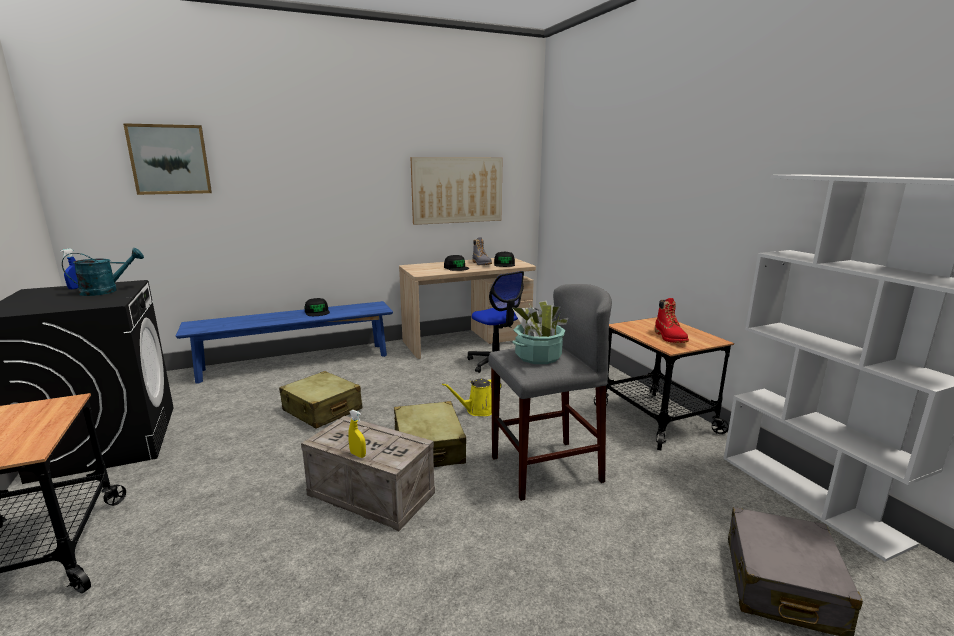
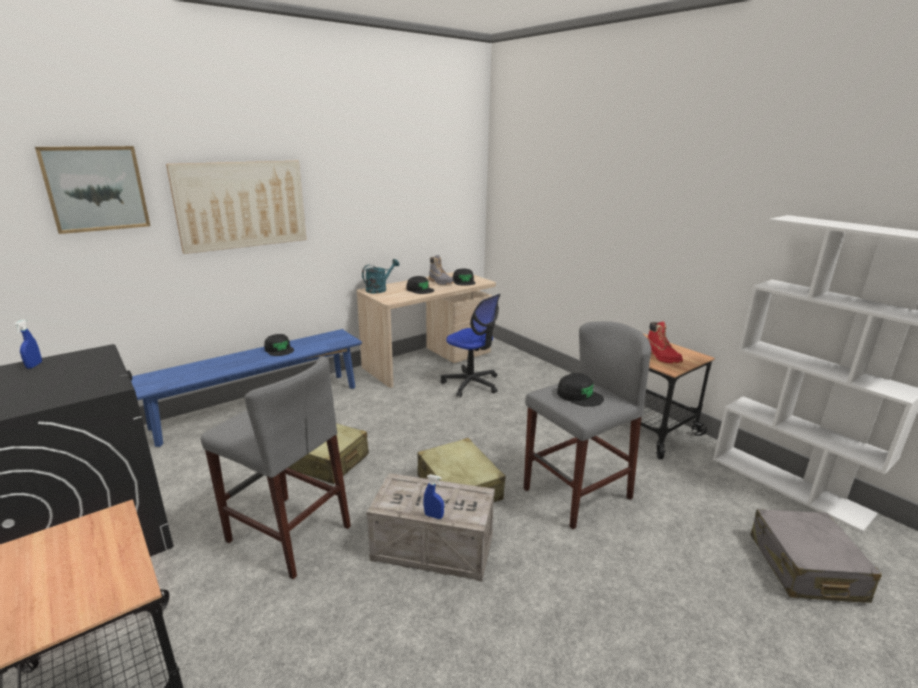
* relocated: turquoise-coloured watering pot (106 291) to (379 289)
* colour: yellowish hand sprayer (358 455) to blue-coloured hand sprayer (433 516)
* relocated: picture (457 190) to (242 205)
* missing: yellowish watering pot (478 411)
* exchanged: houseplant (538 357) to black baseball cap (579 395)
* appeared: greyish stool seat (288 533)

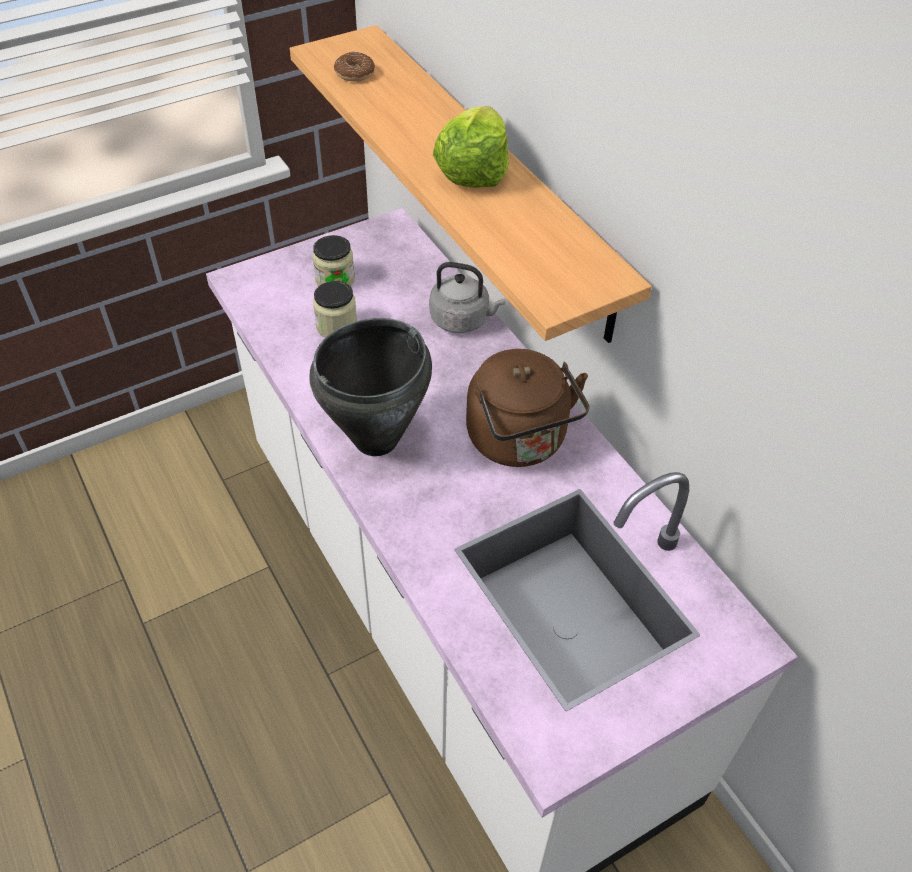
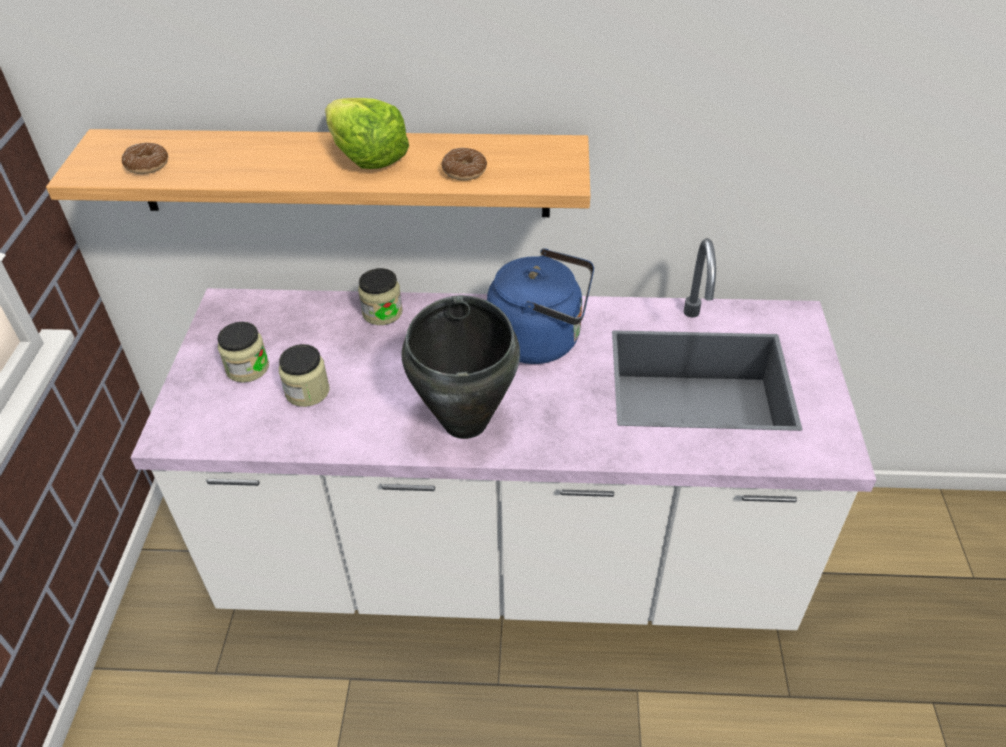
* exchanged: greyish tea kettle (462 320) to preserve jar (382 312)
* colour: brownish tea kettle (520 442) to blue-coloured tea kettle (541 340)
* appeared: ring doughnut (464 171)

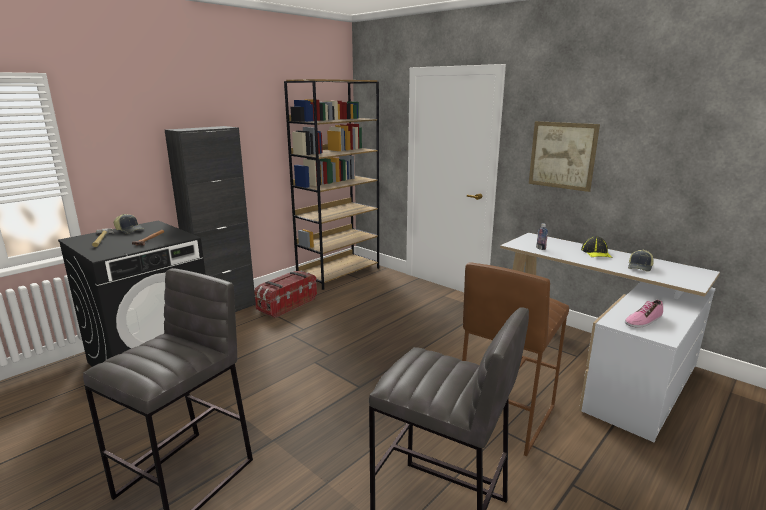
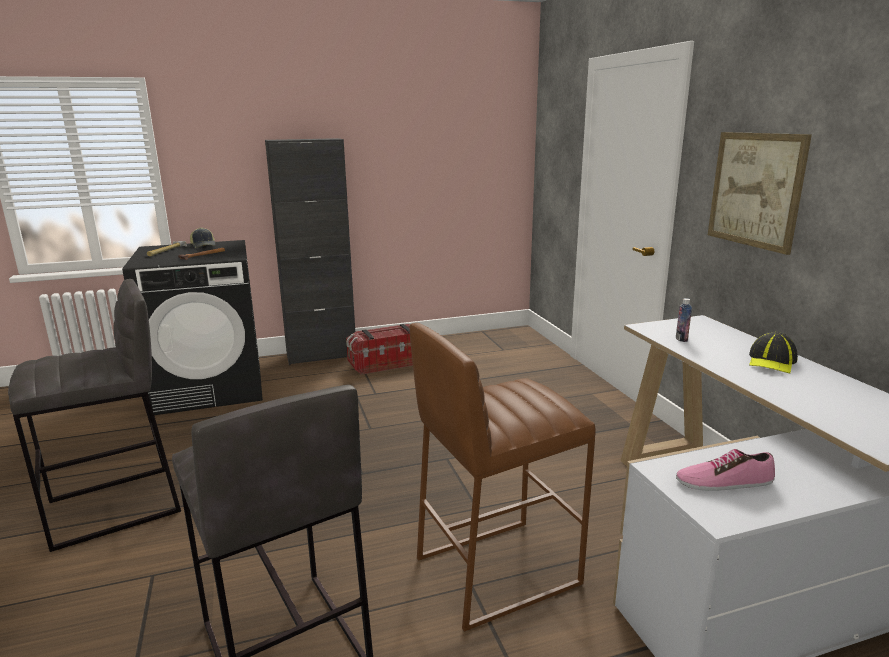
* missing: brownish shelving unit (339 273)
* missing: baseball cap (640 267)

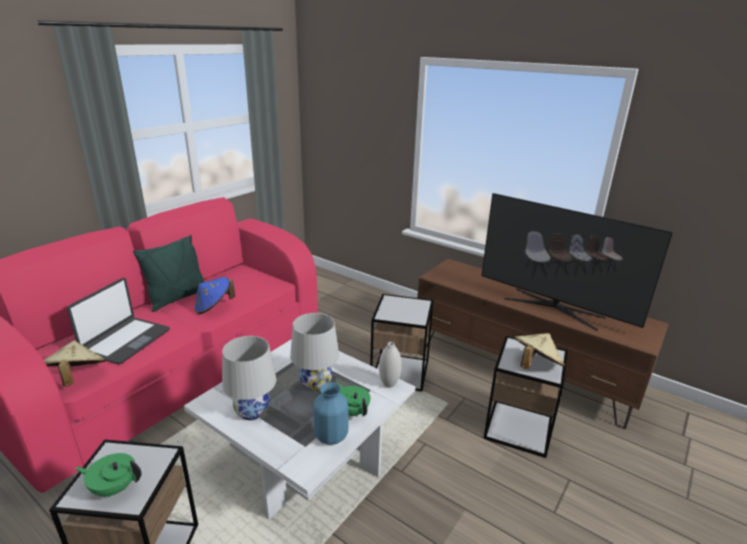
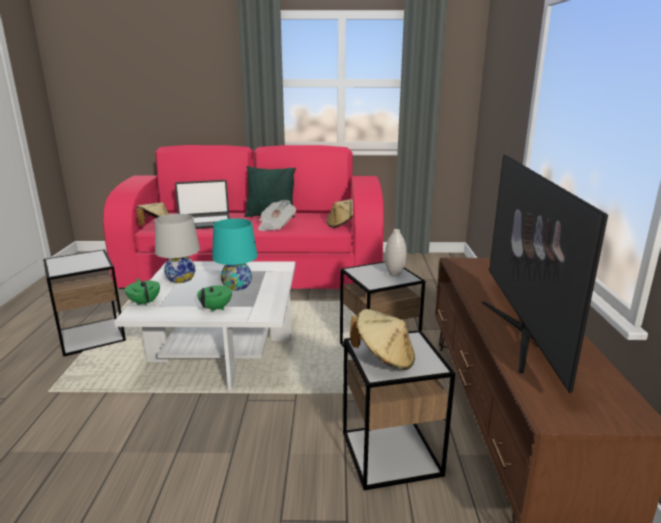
* relocated: greenish teapot (114 487) to (145 302)
* exchanged: blue-coloured wearable hat (214 307) to newspaper (275 226)
* colour: white tabletop lamp (315 383) to turquoise-coloured tabletop lamp (236 286)
* missing: blue-coloured decorative vase (331 436)
* relocated: white decorative vase (389 384) to (394 274)
* appeared: beige-coloured wearable hat (342 224)

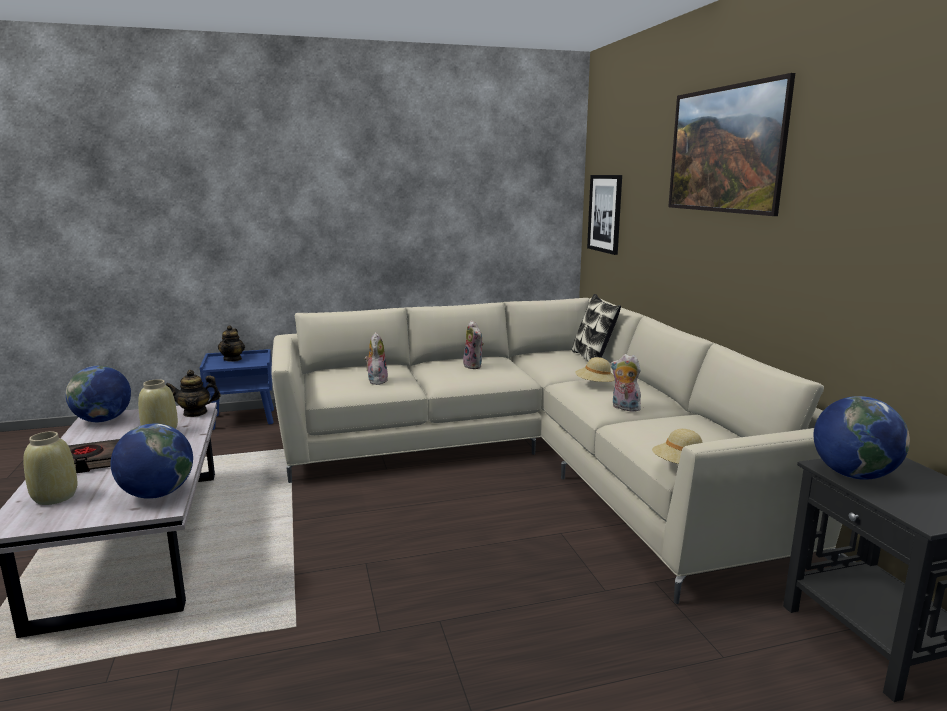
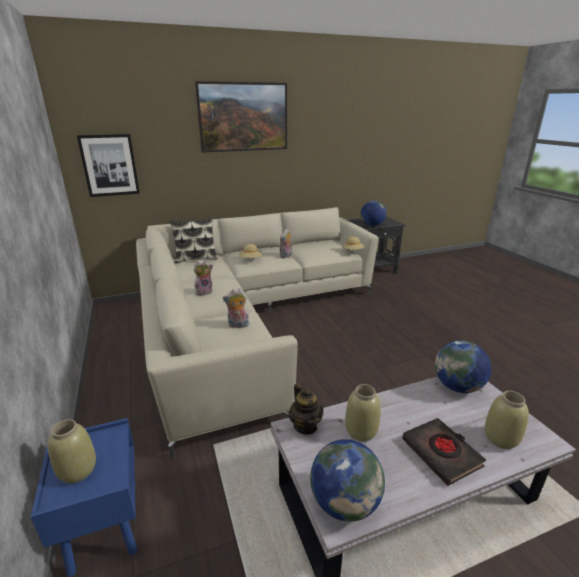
* exchanged: teapot (233 359) to beige-coloured decorative vase (77 470)

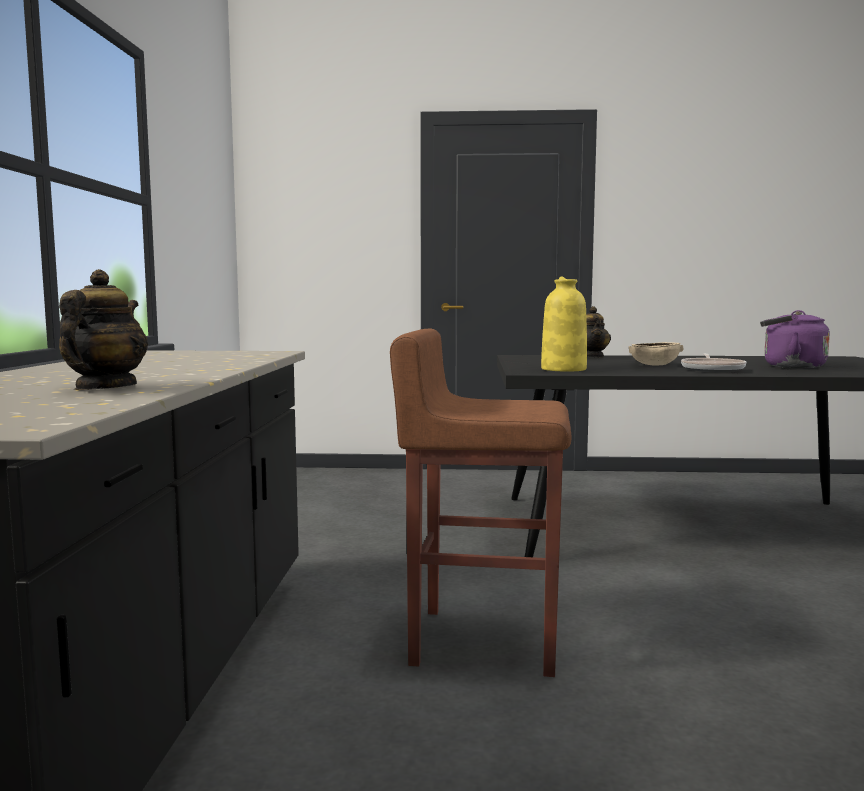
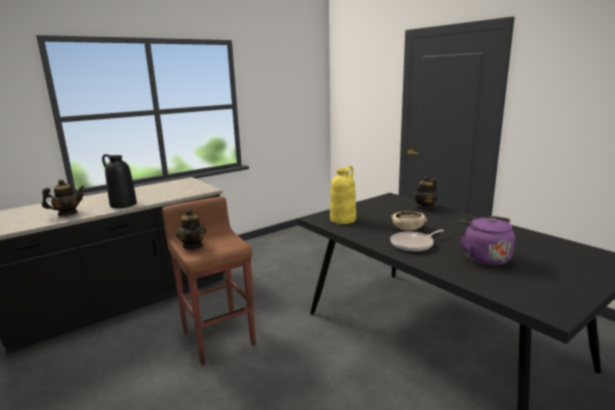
* appeared: black decorative vase (123 204)
* appeared: teapot (193 245)

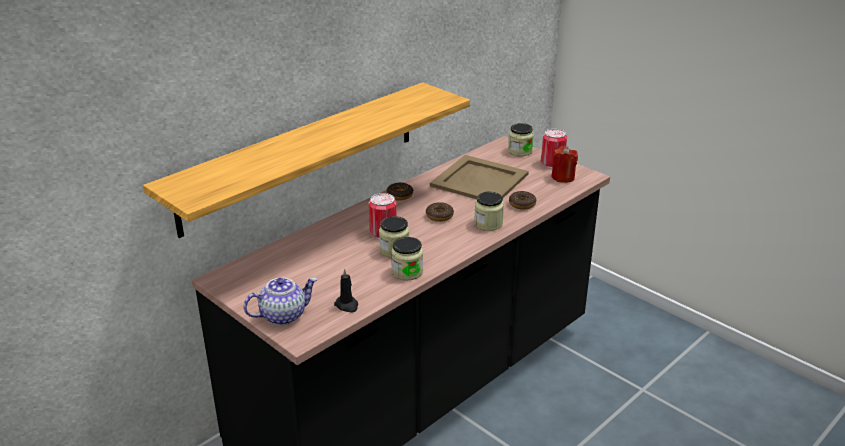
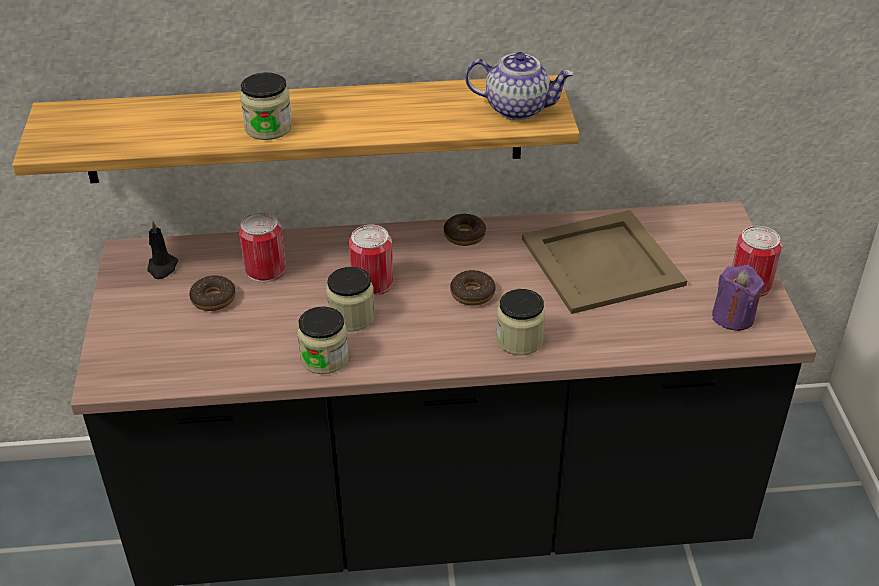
* relocated: teapot (283 315) to (518 108)
* relocated: black wax candle (347 305) to (162 268)
* relocated: preserve jar (520 151) to (268 127)
* relocated: ring doughnut (522 204) to (213 299)
* colour: red-coloured wax candle (563 177) to purplish wax candle (733 317)
* appeared: sealed can (265 269)

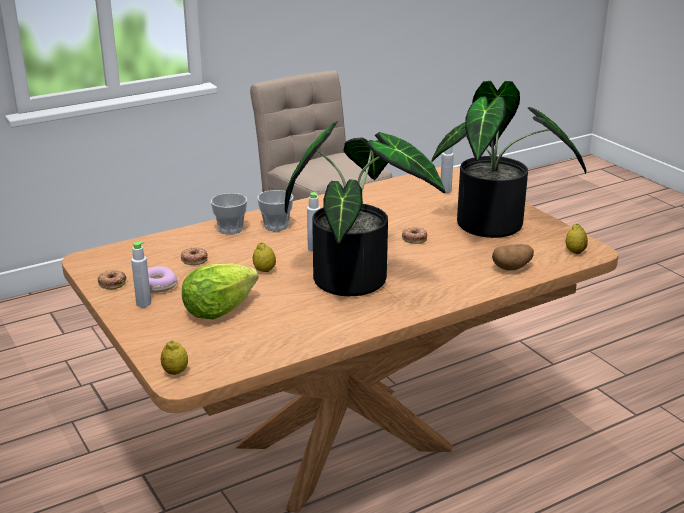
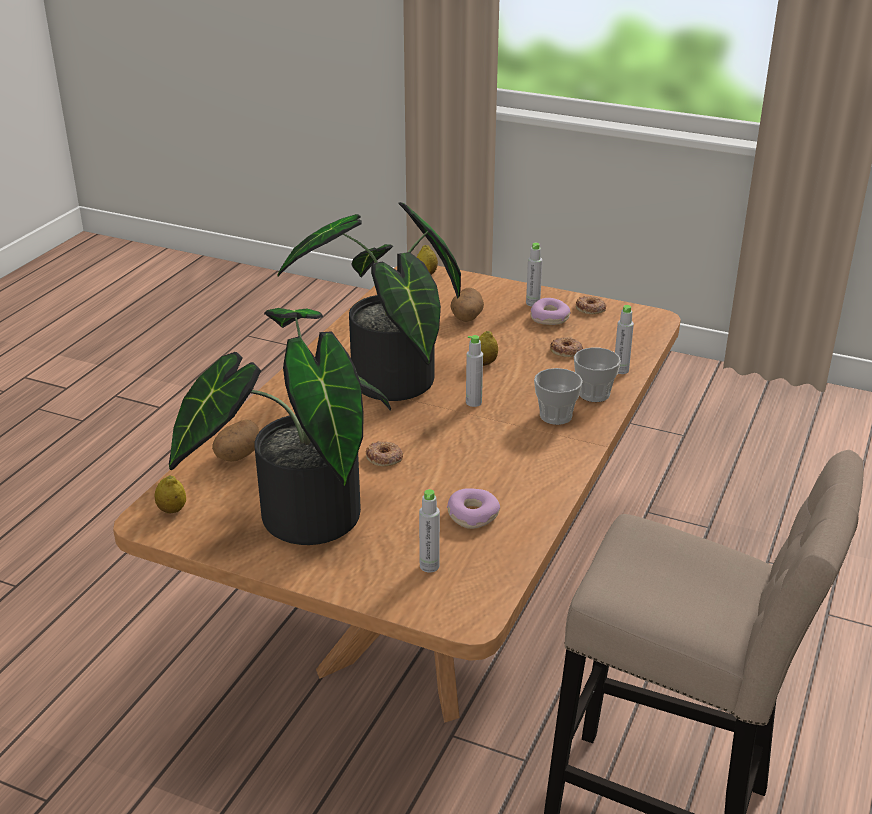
* exchanged: head of lettuce (218 310) to potato (466 318)
* appeared: ring doughnut (472 515)
* appeared: greyish drink bottle (621 370)

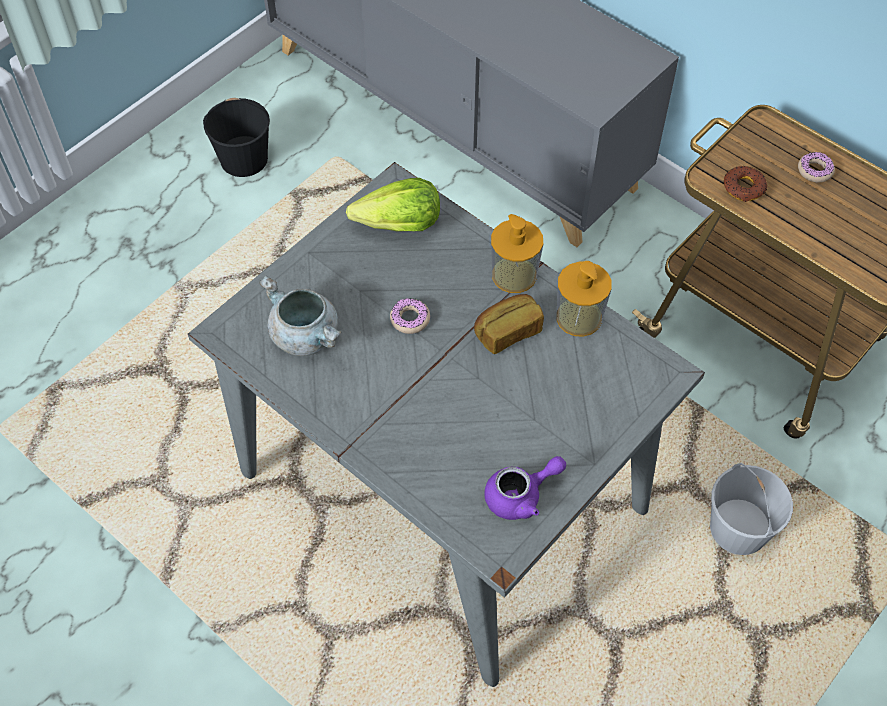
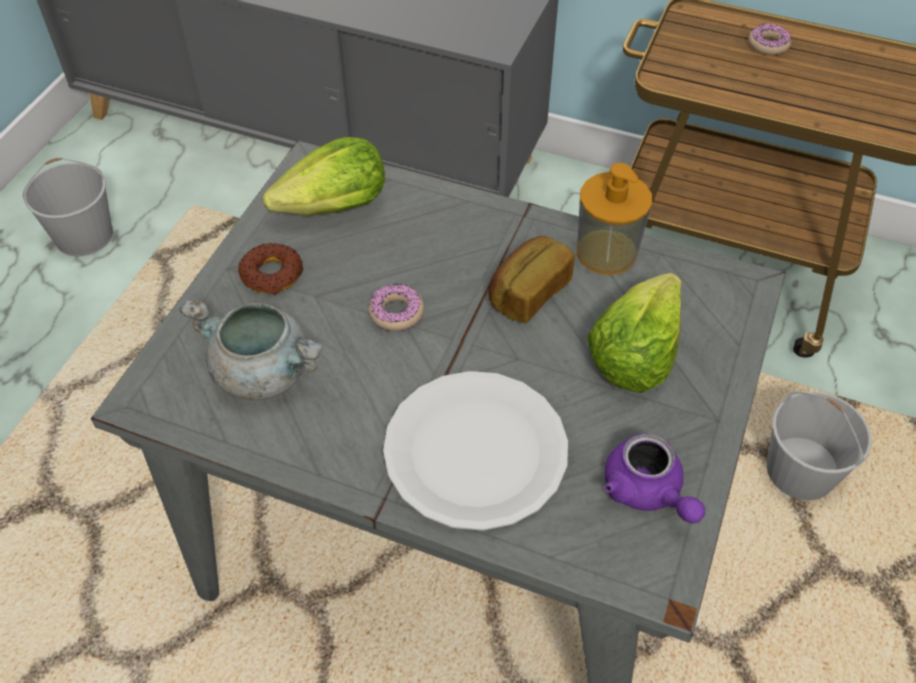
* colour: black water bucket (244 158) to white water bucket (85 235)
* spun: purplish teapot (521 496) = (647 492) 105 degrees clockwise
* missing: soap bottle (514 275)
* relocated: ring doughnut (744 187) to (272 274)
* appeared: white plate (475 451)
* appeared: head of lettuce (634 353)

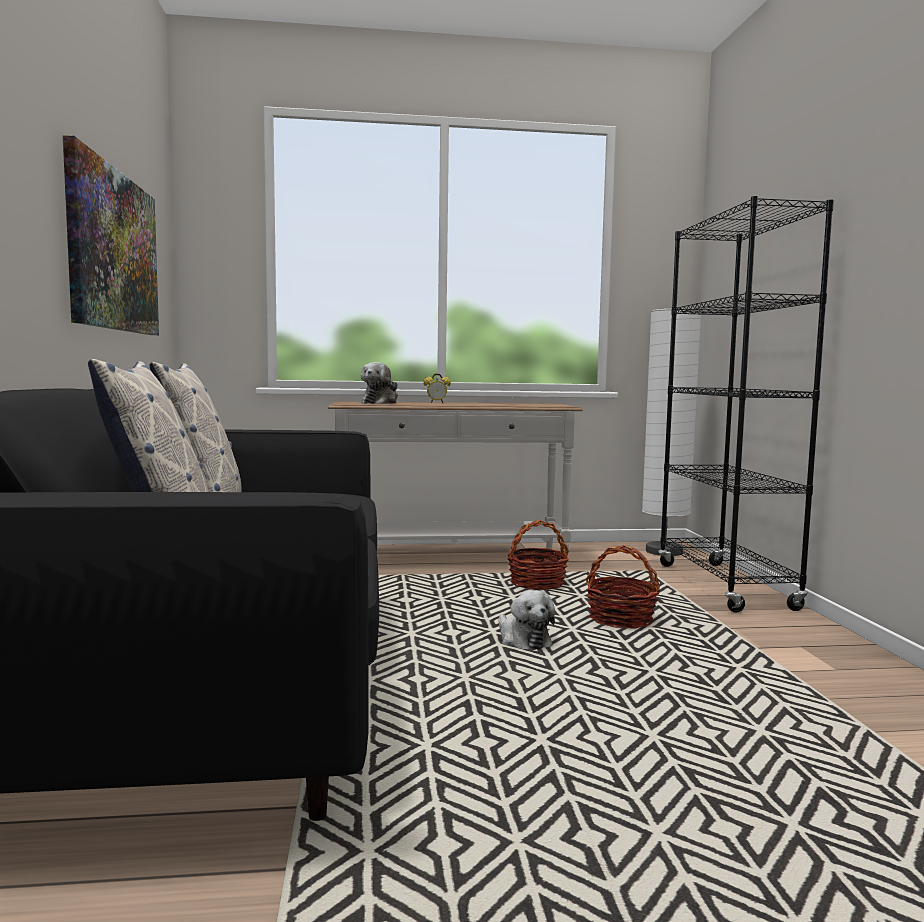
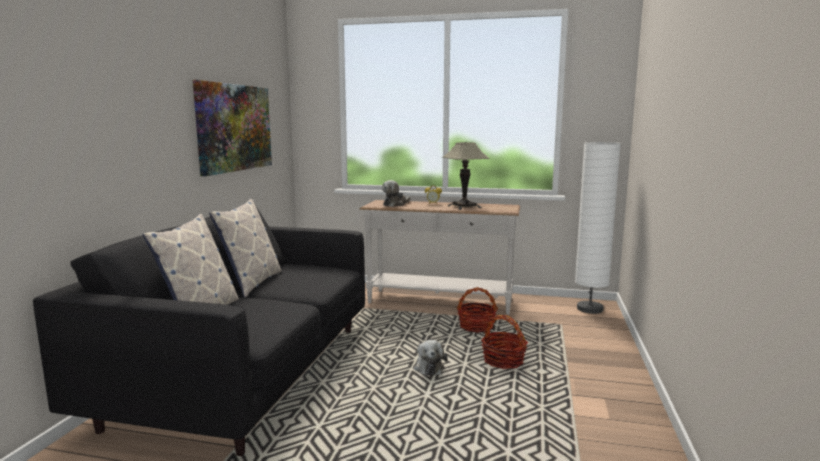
* missing: black shelving unit (725 586)
* appeared: tabletop lamp (464 207)

